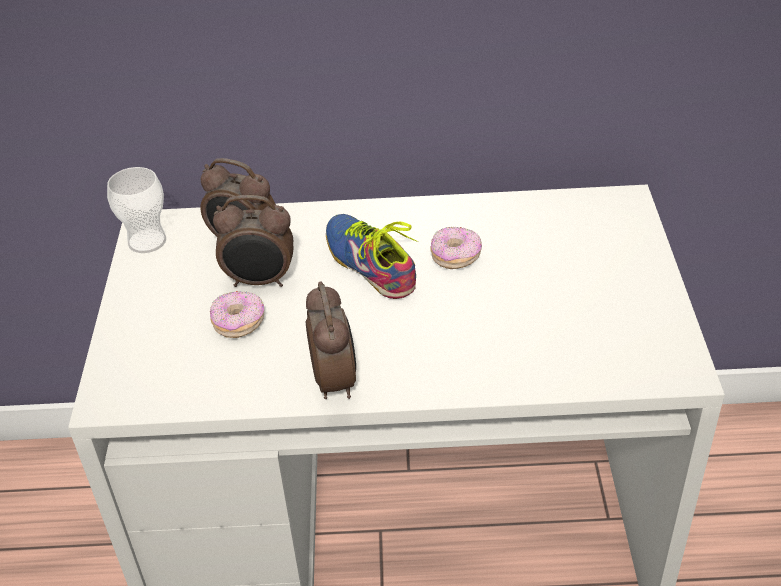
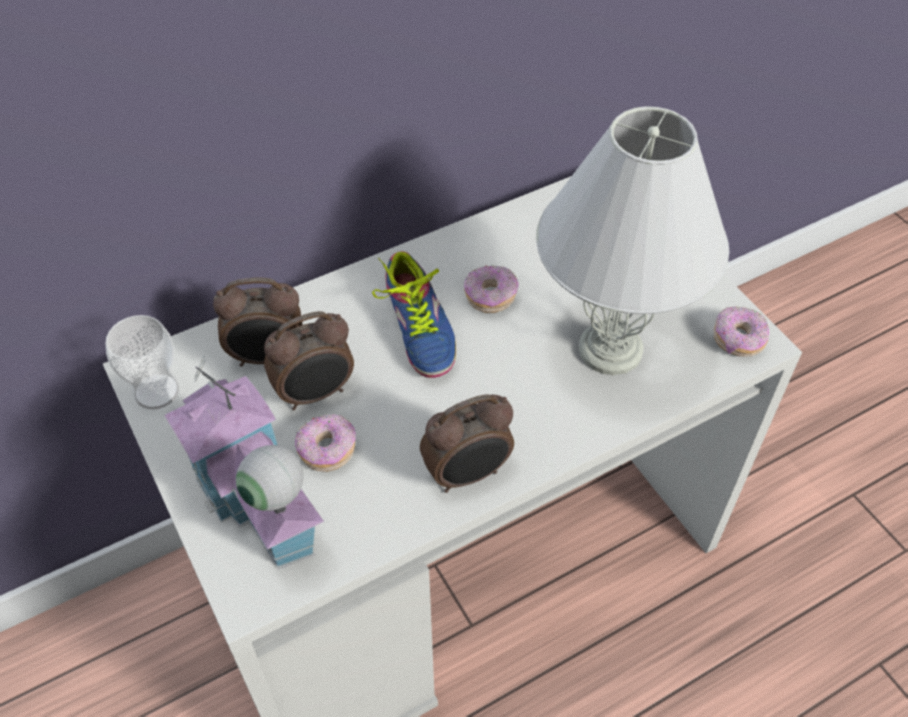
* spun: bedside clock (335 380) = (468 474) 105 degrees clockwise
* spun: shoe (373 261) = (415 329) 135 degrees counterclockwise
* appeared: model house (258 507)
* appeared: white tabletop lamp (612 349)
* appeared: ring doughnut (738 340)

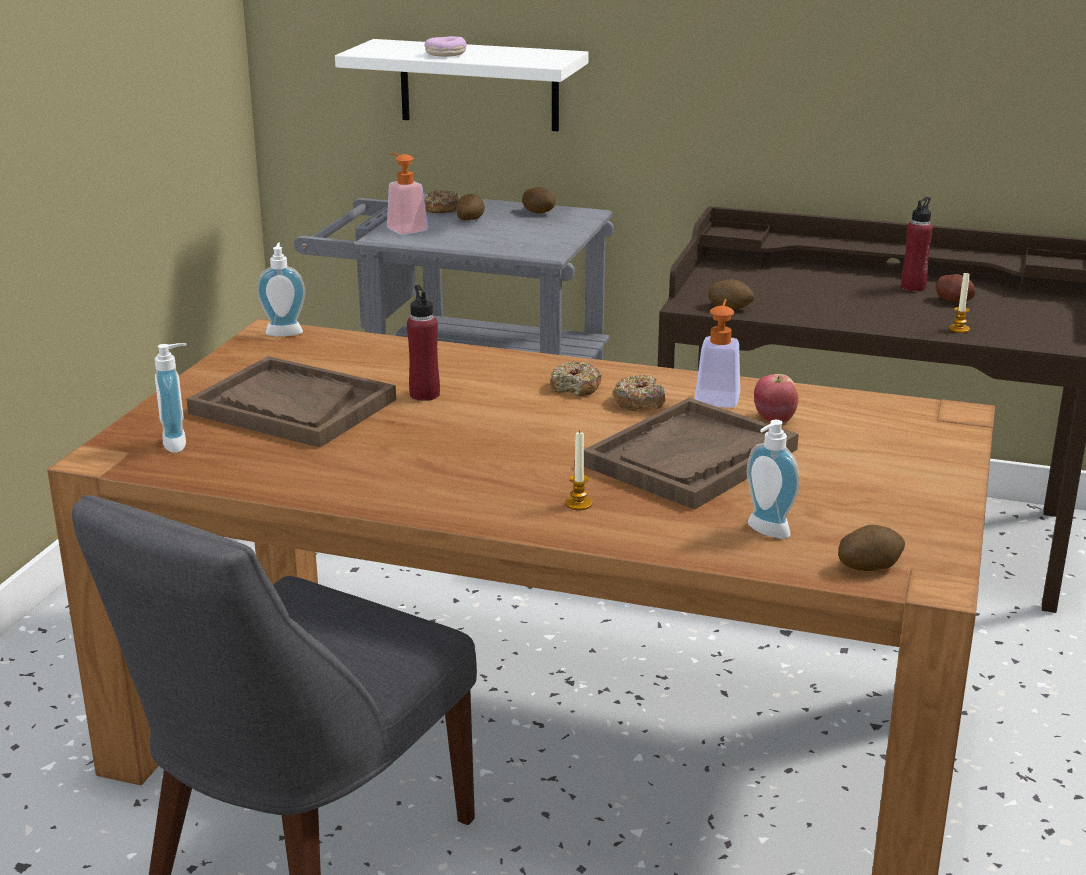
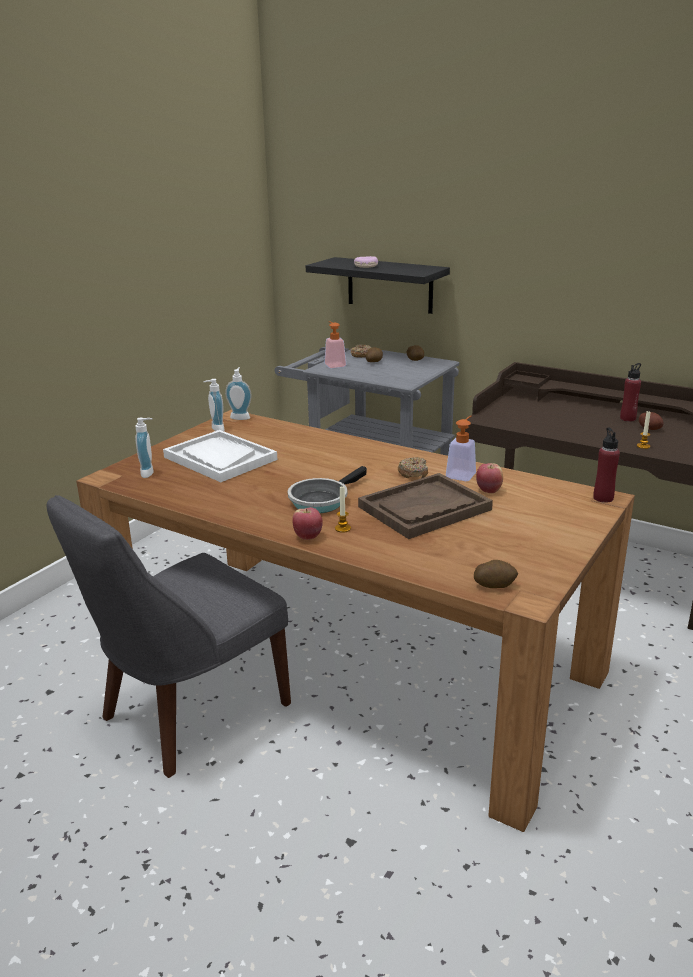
* colour: brownish tray (292 406) to white tray (220 458)
* colour: white bracket shelf (479 85) to black bracket shelf (389 285)
* relocated: red-coloured drink bottle (424 394) to (603 498)
* missing: ring doughnut (576 387)
* missing: potato (730 307)
* relocated: soap bottle (765 532) to (215 429)
* appeared: frying pan (321 500)
* appeared: apple fruit (308 537)

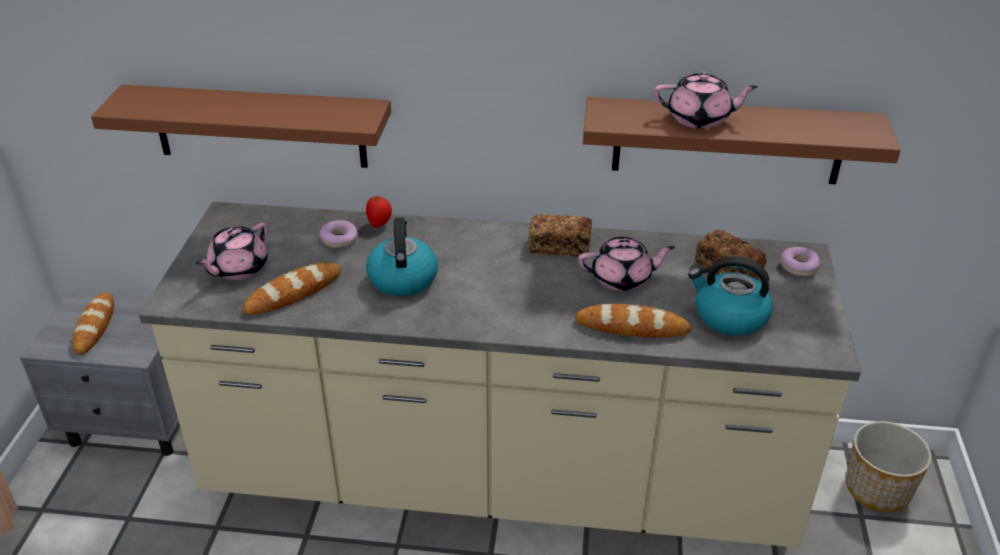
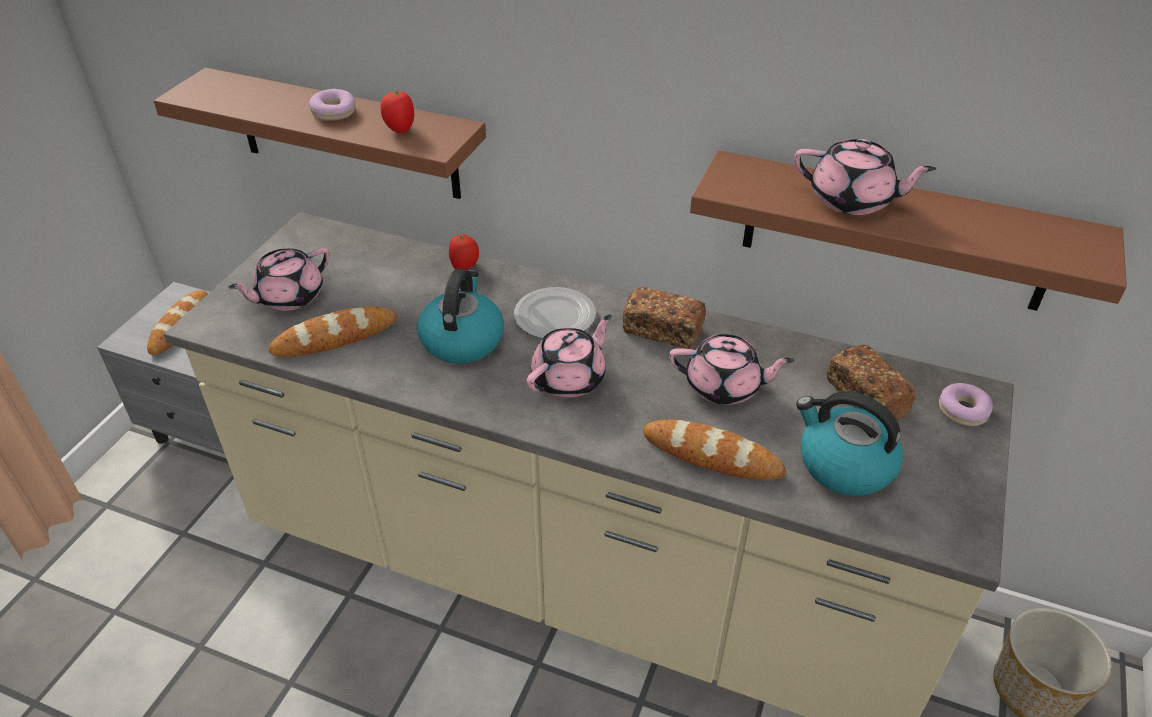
* relocated: ring doughnut (339 239) to (333 112)
* appeared: whole tomato (400 129)
* appeared: plate (554 316)
* appeared: pink-coloured teapot (570 378)

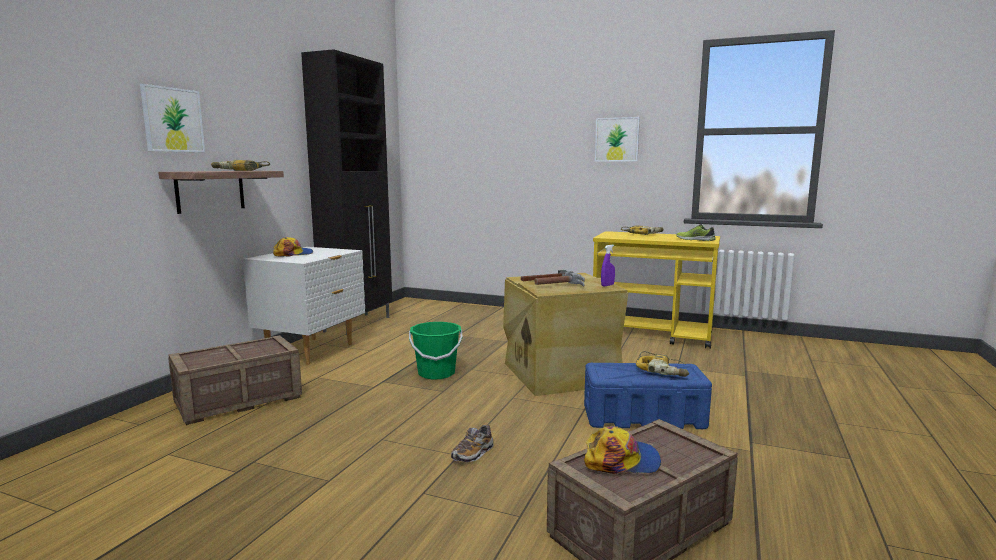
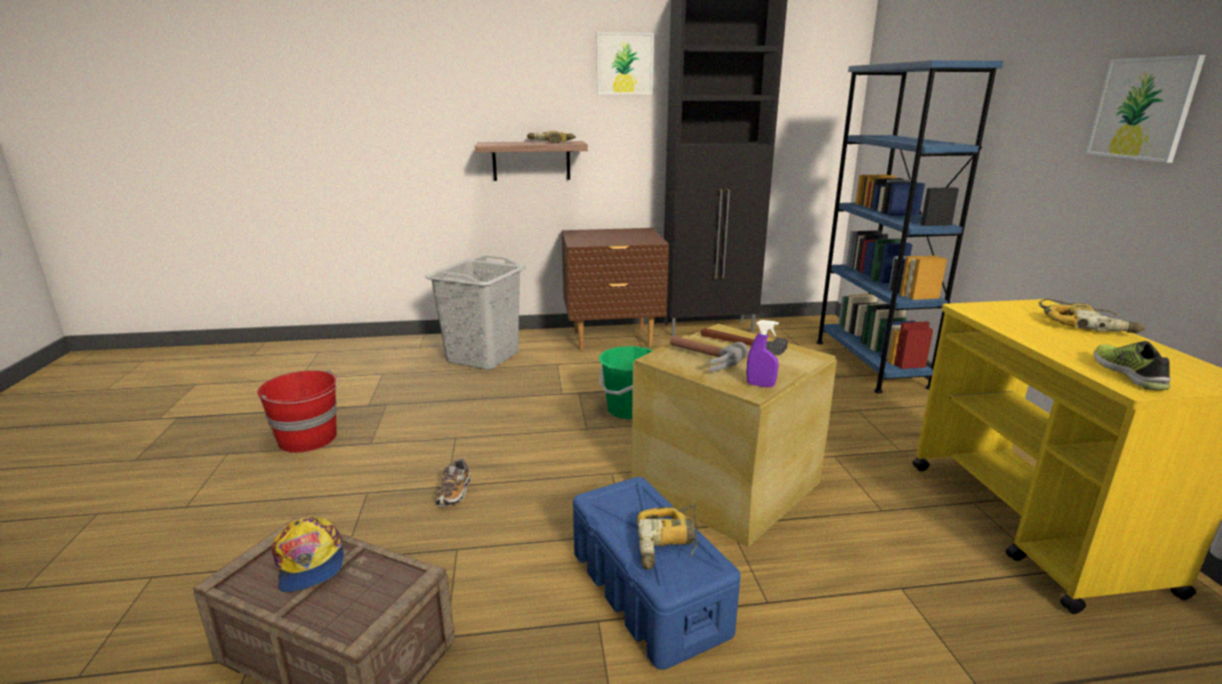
* relocated: picture (172 120) to (624 64)
* exchanged: packing crate (238 401) to greyish hamper (482 357)
* colour: white nightstand (312 351) to brownish nightstand (612 339)
* missing: baseball cap (293 254)
* spun: shoe (473 454) = (454 493) 90 degrees counterclockwise
* appeared: red-coloured water bucket (309 438)
* appeared: blue-coloured shelving unit (870 363)

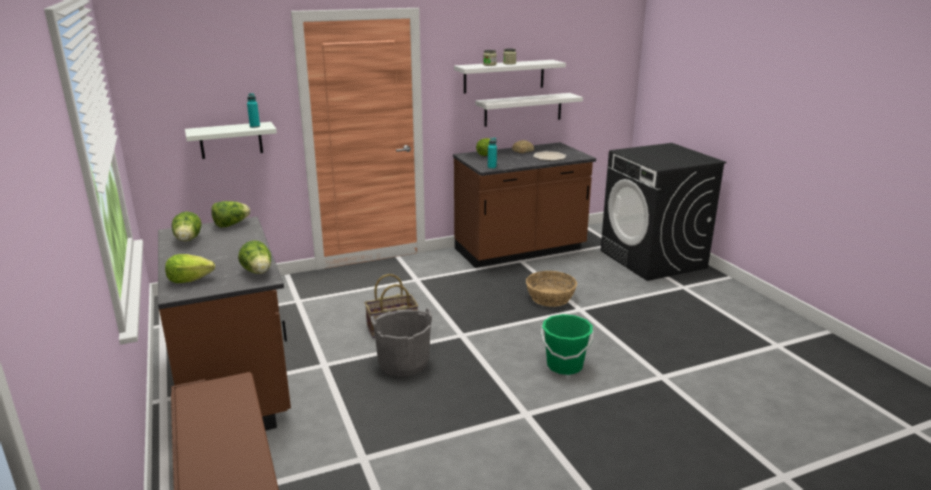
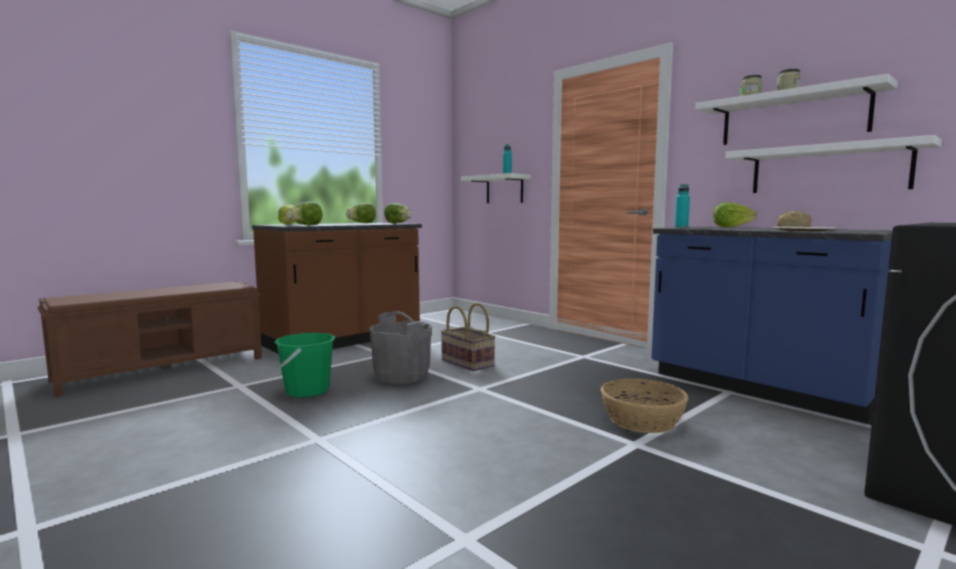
* colour: brownish counter (520 251) to blue-coloured counter (760 387)
* relocated: greenish water bucket (564 365) to (307 390)

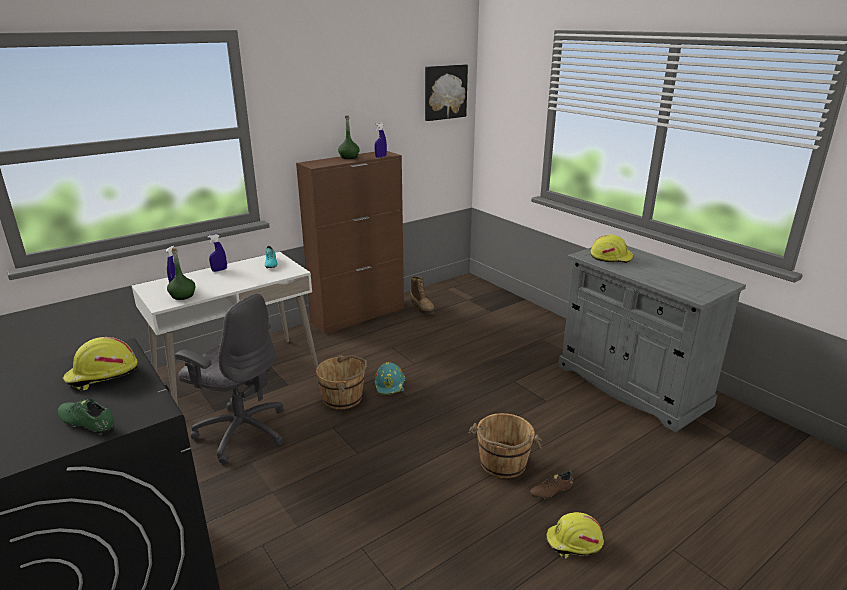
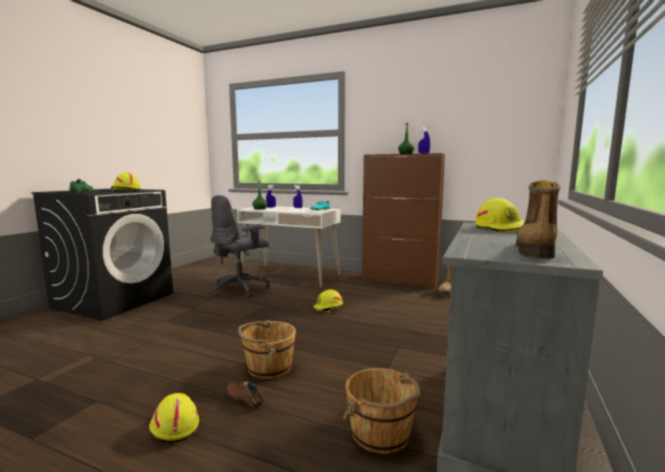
* spun: greyish office chair (241 431) = (240 289) 45 degrees clockwise
* relocated: brownish water bucket (343 398) to (381 434)
* colour: turquoise-coloured safety helmet (390 385) to yellowish safety helmet (328 308)
* missing: picture (444 92)
* appeared: tall boot (534 250)

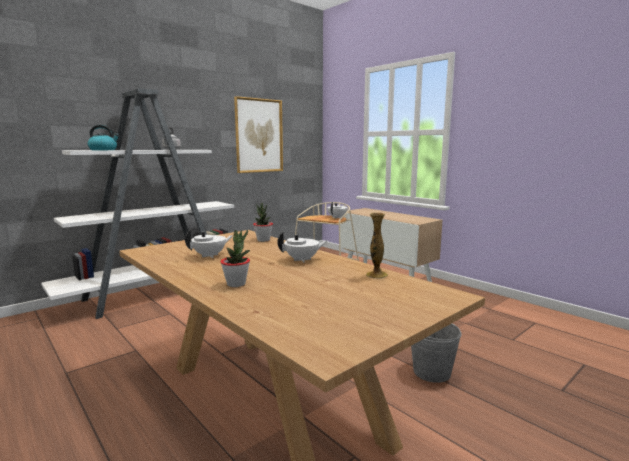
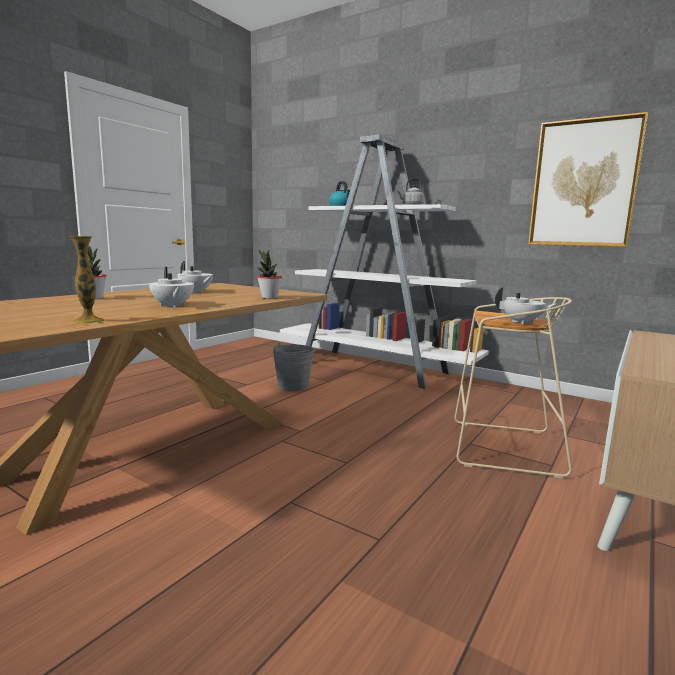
* relocated: greyish water bucket (432 372) to (293 386)

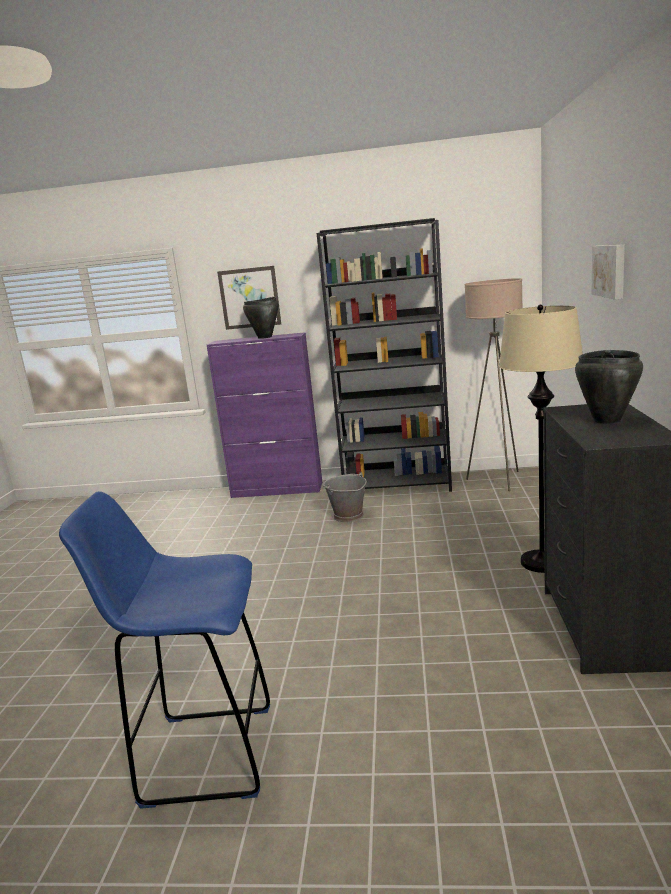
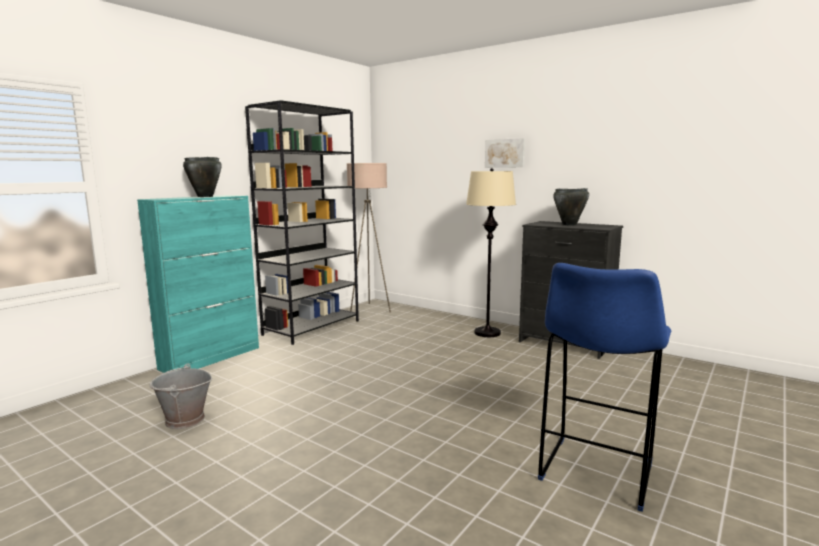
* colour: purplish cabinet (277 490) to turquoise-coloured cabinet (211 358)
* missing: picture (249 298)
* relocated: greyish water bucket (348 516) to (184 420)

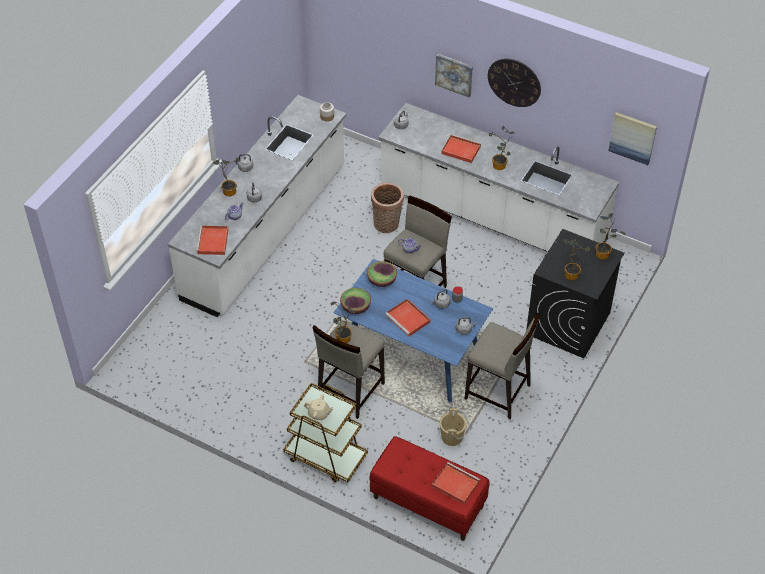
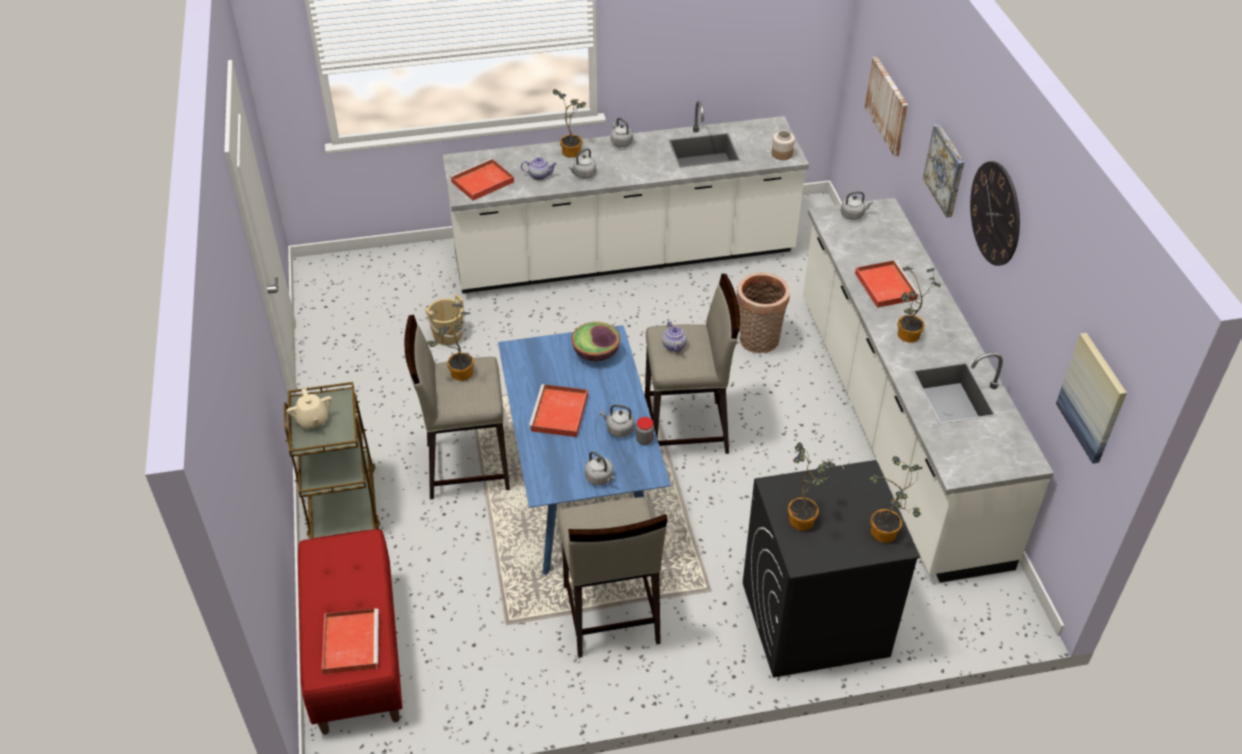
* missing: deep dish (355 307)
* relocated: beige-coloured water bucket (452 437) to (448 335)
* appeared: picture (887 106)

